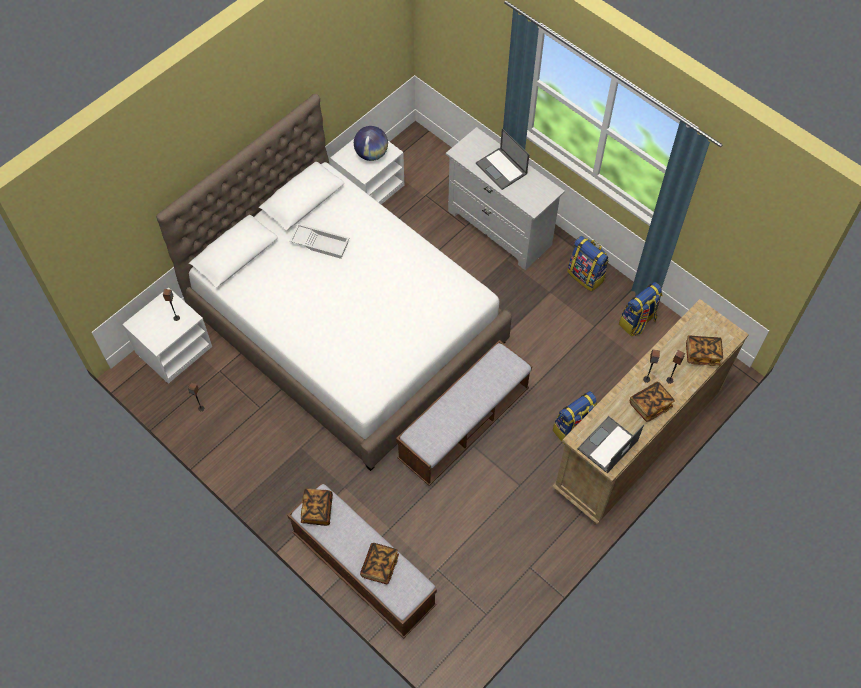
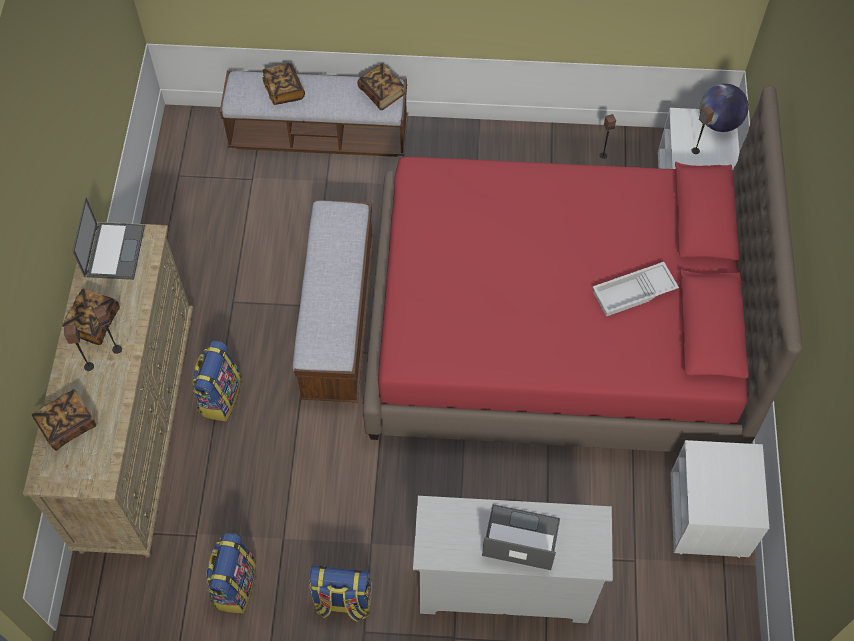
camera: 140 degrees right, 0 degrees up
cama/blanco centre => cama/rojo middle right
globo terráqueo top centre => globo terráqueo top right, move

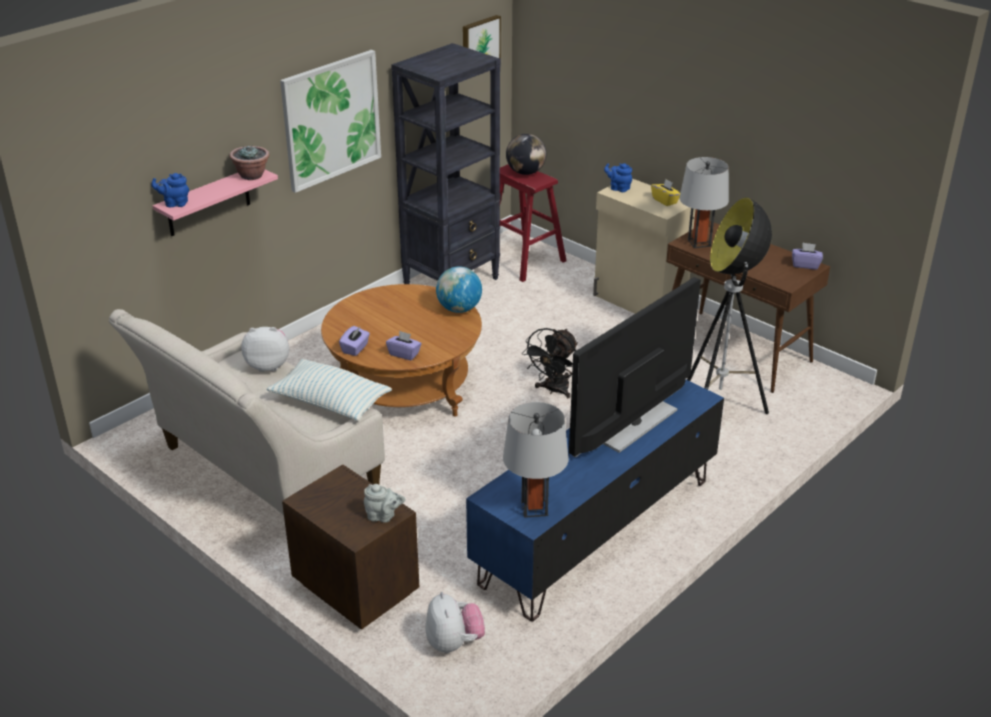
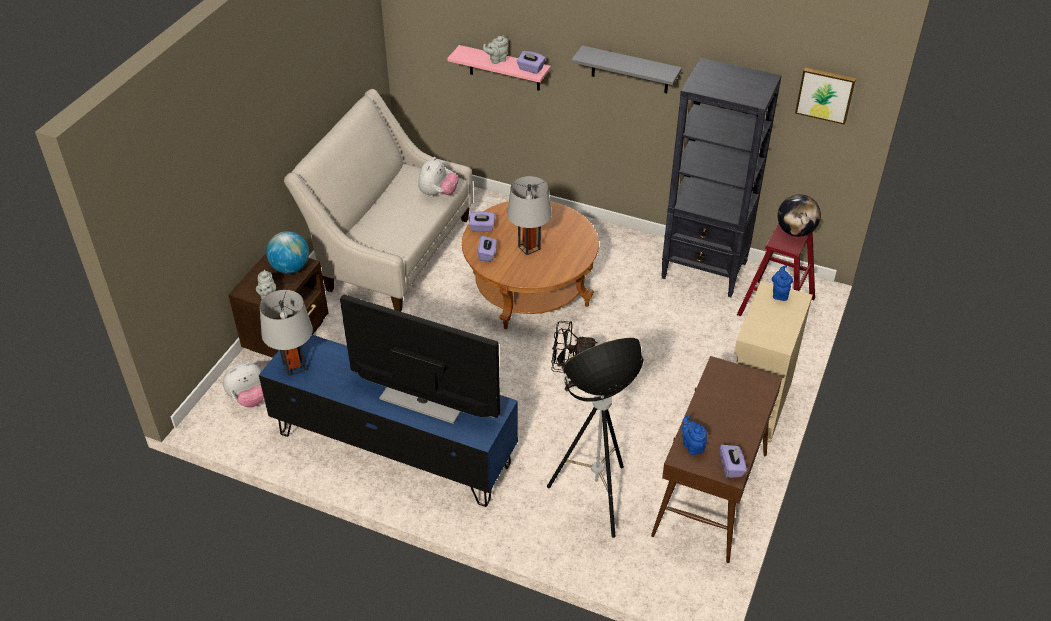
camera: 70 degrees right, 10 degrees up
globo terráqueo (1st from left) centre => globo terráqueo (1st from left) middle left, move
peluche (1st from left in the first image) middle left => peluche (2nd from left) top centre, 45 degrees clockwise
nothing => tetera/gris (2nd from left) top centre
lámpara de mesa/gris (2nd from left) top right => lámpara de mesa/gris (2nd from left) centre, move
planta en maceta top left => caja de pañuelos/morado (3rd from left) top centre
cuadro (1st from left) top left => estante/gris top centre
tetera/azul (1st from left) top left => tetera/azul (1st from left) bottom centre, move
cojín middle left => nothing
caja de pañuelos/amarillo top right => nothing

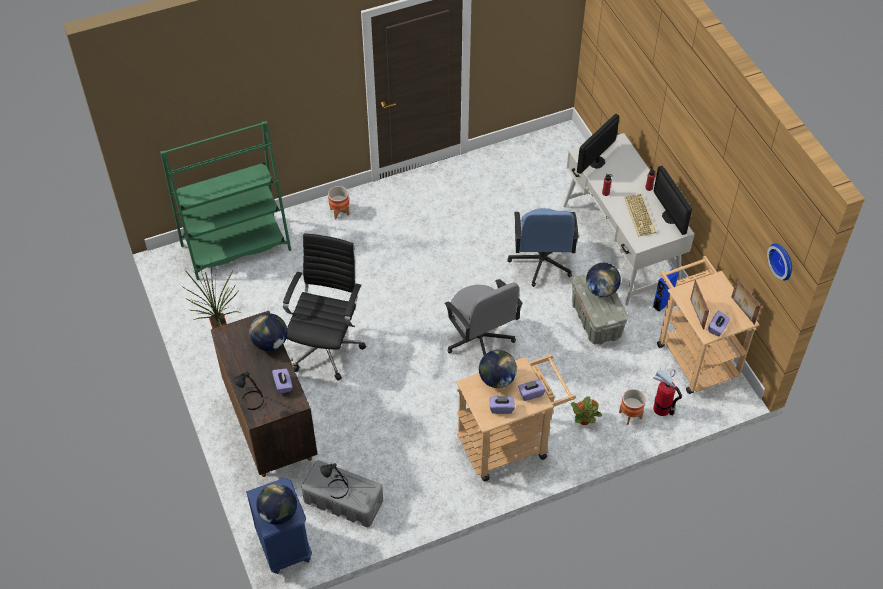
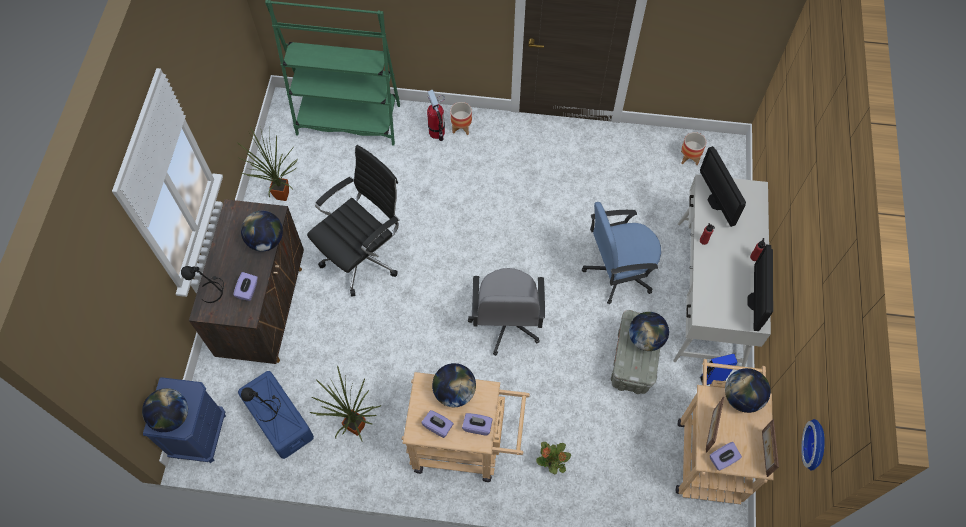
camera: 30 degrees right, 10 degrees up
caja de almacenaje/gris (1st from left) bottom centre => caja de almacenaje/azul bottom left
nothing => planta en maceta (2nd from left) bottom centre
extintor middle right => extintor top centre, move
silla de oficina/azul centre, 45 degrees clockwise
maceta (2nd from left) bottom right => maceta (2nd from left) top right, move
monitor (1st from left) top right => monitor (1st from left) middle right, 90 degrees counterclockwise
nothing => globo terráqueo (5th from left) bottom right
teclado middle right => nothing

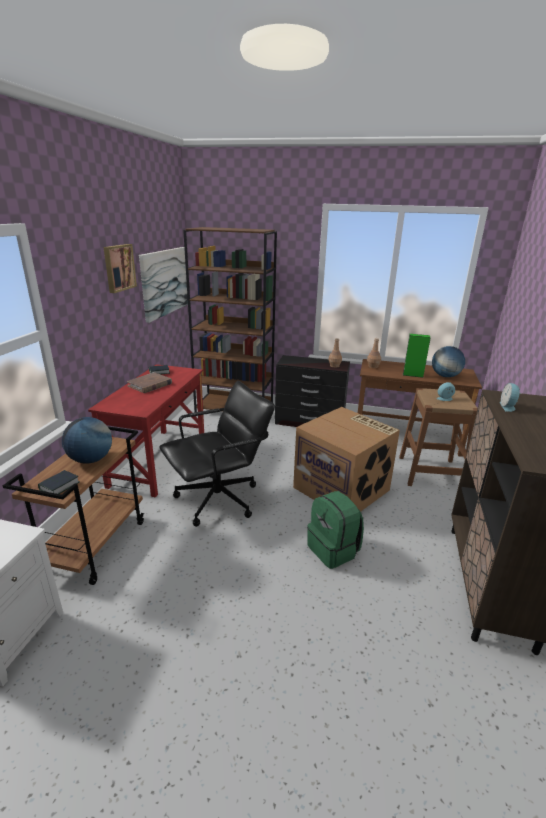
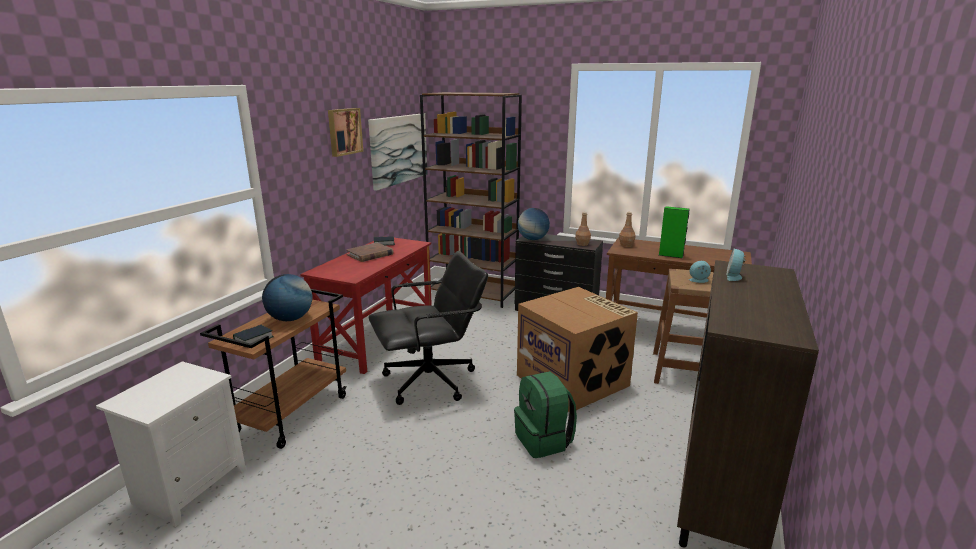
camera: 10 degrees right, 5 degrees down
globo terráqueo (2nd from left) middle right => globo terráqueo (2nd from left) centre, move

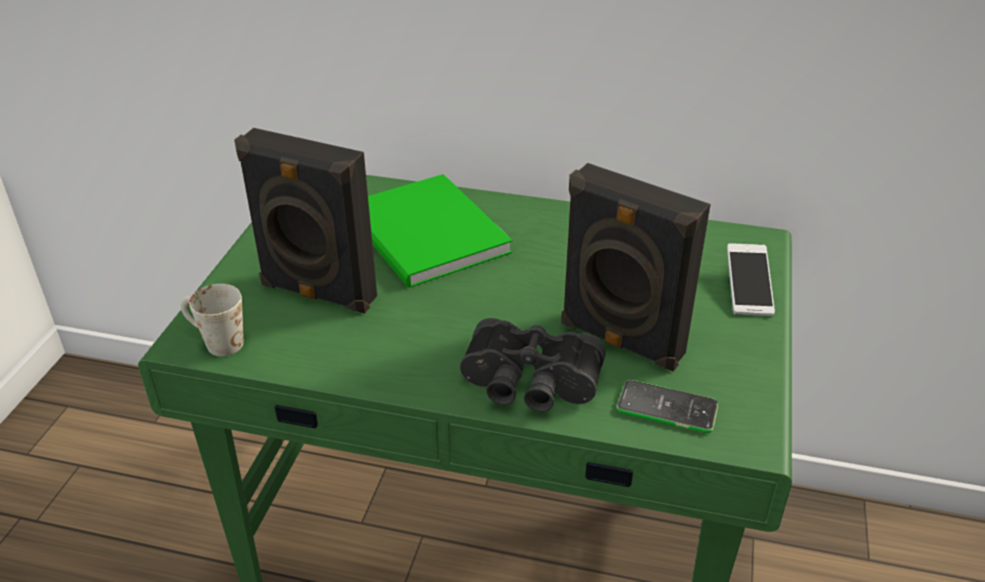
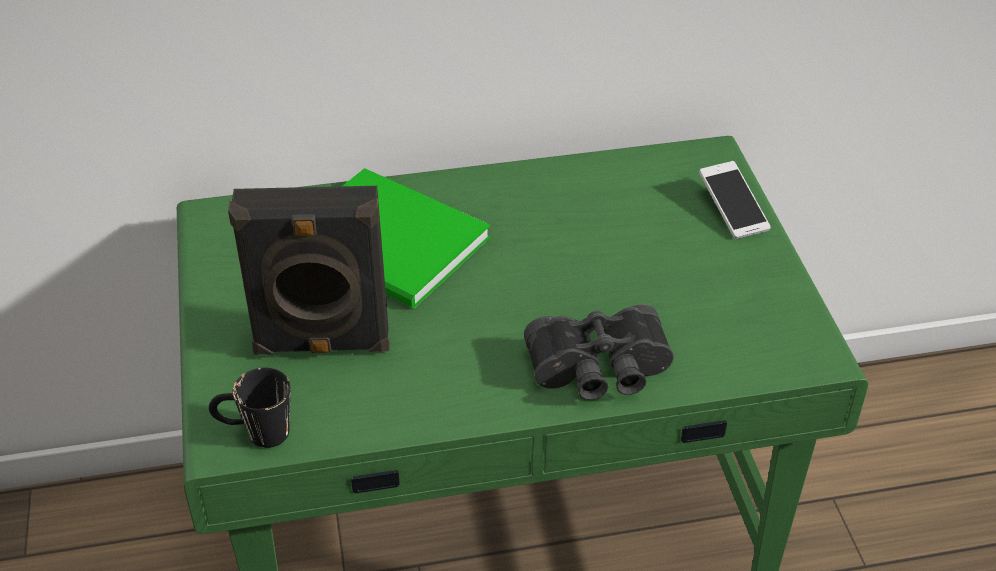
camera: 25 degrees left, 5 degrees up
taza grande/blanco middle left => taza grande/negro bottom left
altavoz/negro (2nd from left) centre => nothing
móvil (1st from left) bottom right => nothing

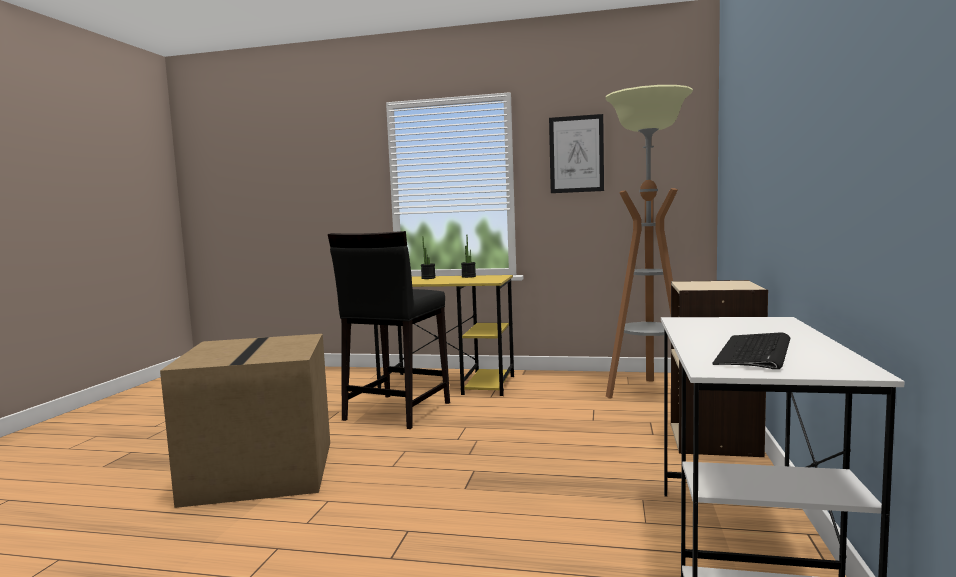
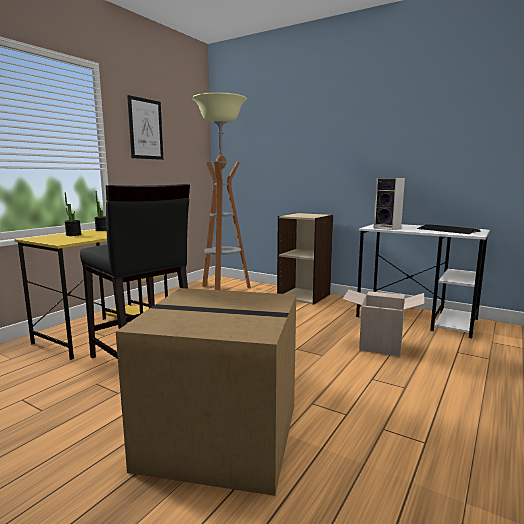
camera: 70 degrees left, 5 degrees up
nothing => caja de cartón (2nd from left) middle right
nothing => altavoz middle right

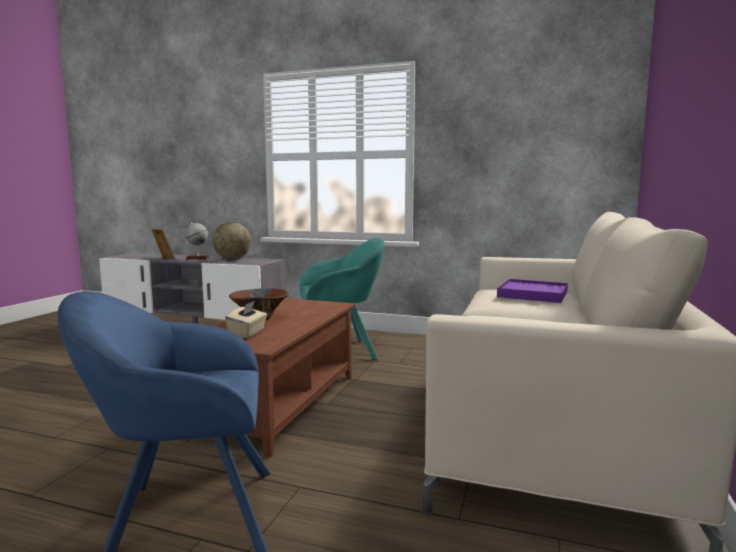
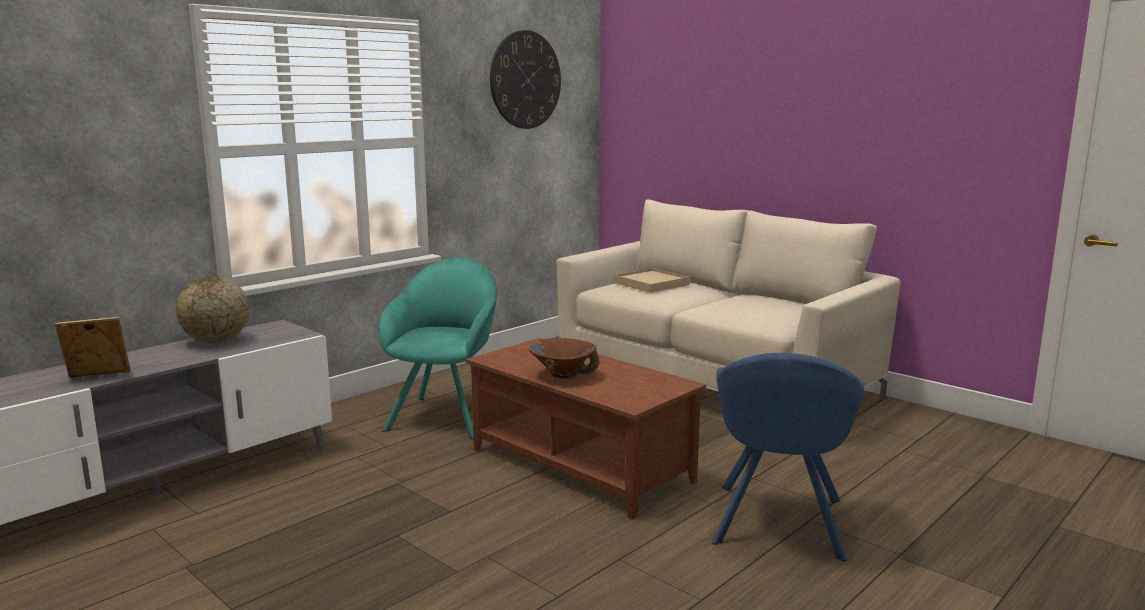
camera: 65 degrees left, 5 degrees up
nothing => reloj de pared top centre
bandeja/morado middle right => bandeja/beis centre
globo terráqueo (1st from left) middle left => nothing
caja de pañuelos/beis centre => nothing

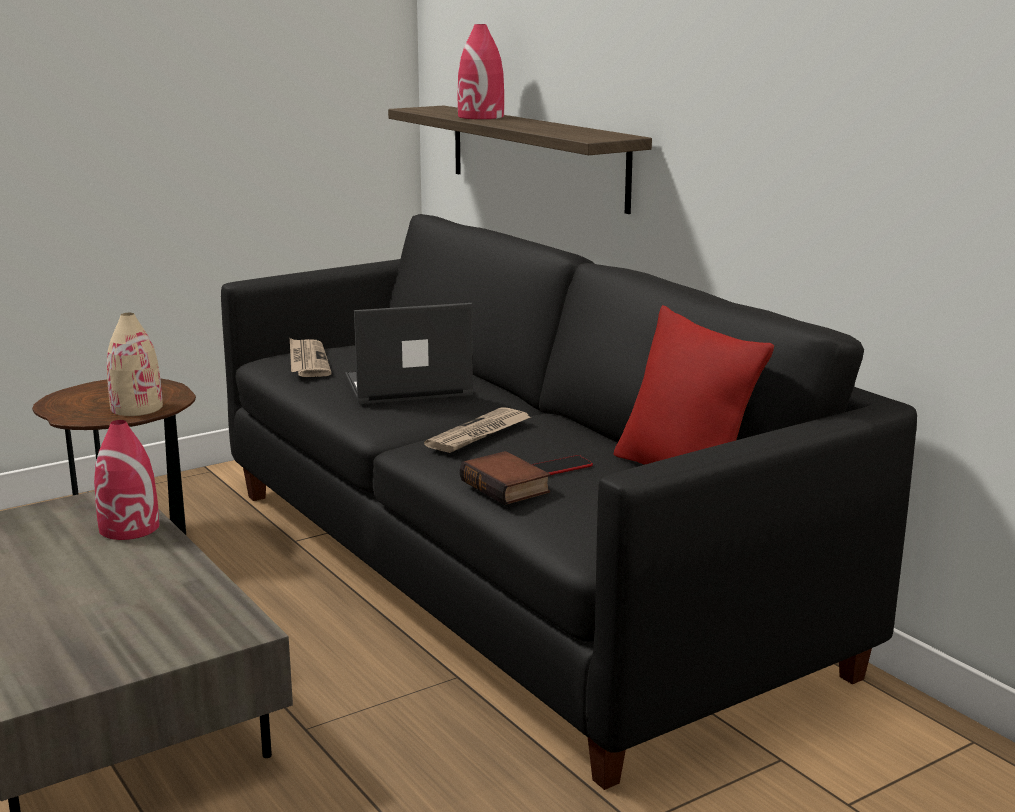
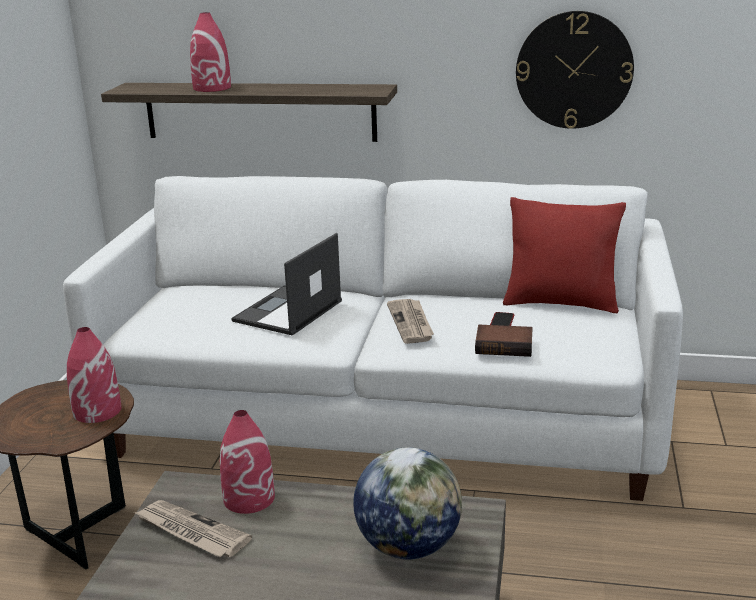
camera: 45 degrees left, 5 degrees up
sofá/negro centre => sofá/blanco centre
florero/beis middle left => florero/rojo (1st from left) middle left
periódico (1st from left) middle left => periódico (1st from left) bottom left, move
nothing => globo terráqueo bottom centre
nothing => reloj de pared top right

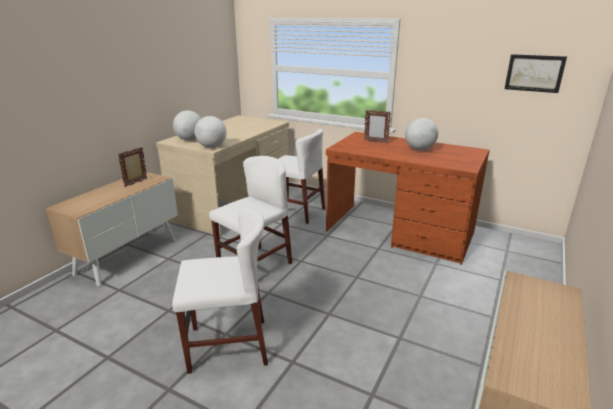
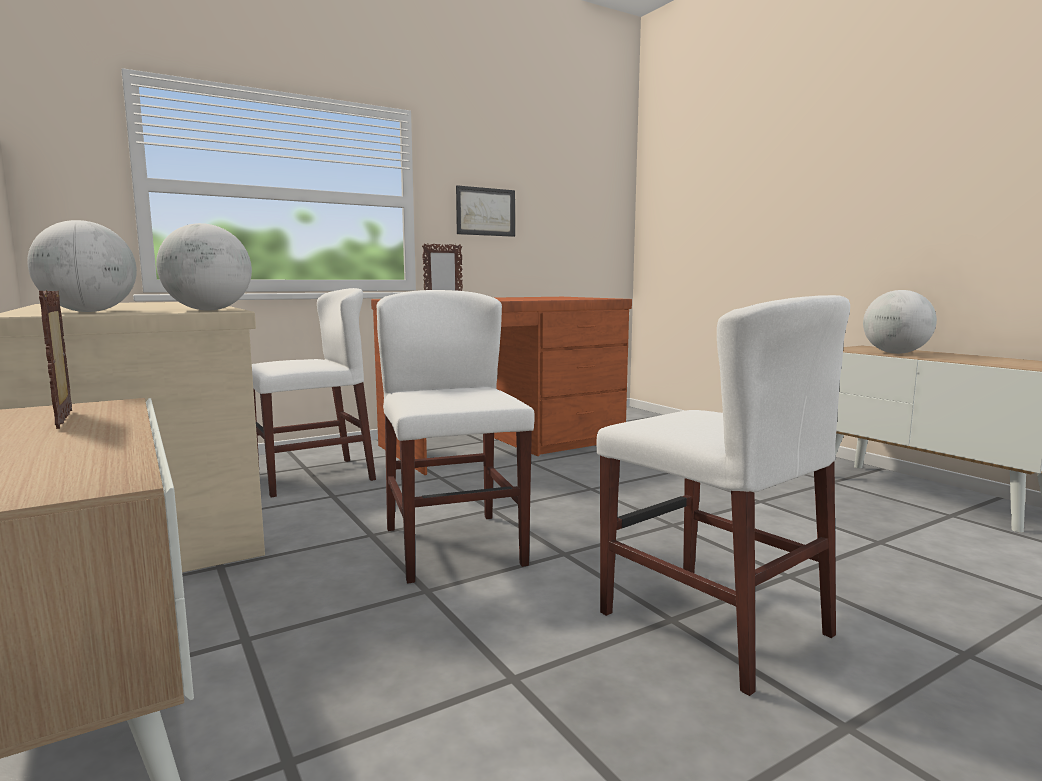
camera: 60 degrees left, 15 degrees down
cuadro top right => cuadro top centre, move
silla/blanco (1st from left in the first image) bottom centre => silla/blanco (3rd from left) middle right, 120 degrees clockwise
globo terráqueo (3rd from left) top right => globo terráqueo (3rd from left) middle right, move

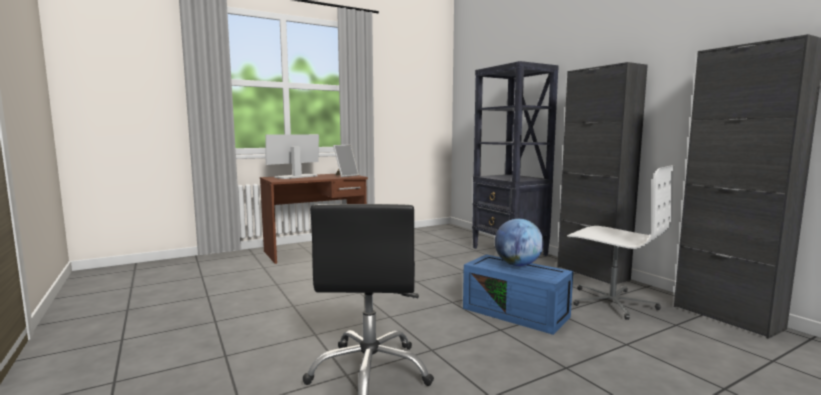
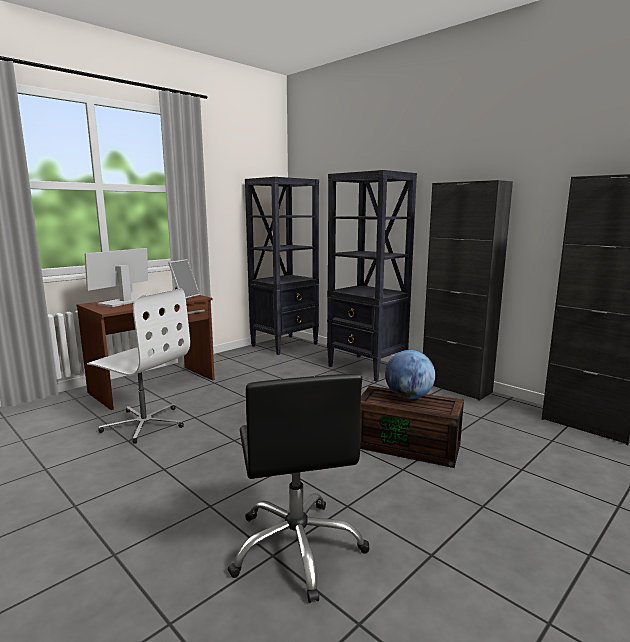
camera: 15 degrees left, 5 degrees up
silla de oficina/blanco middle right => silla de oficina/blanco middle left, move
nothing => estantería/negro (1st from left) centre
caja de almacenaje/azul bottom centre => caja de almacenaje/marrón centre

